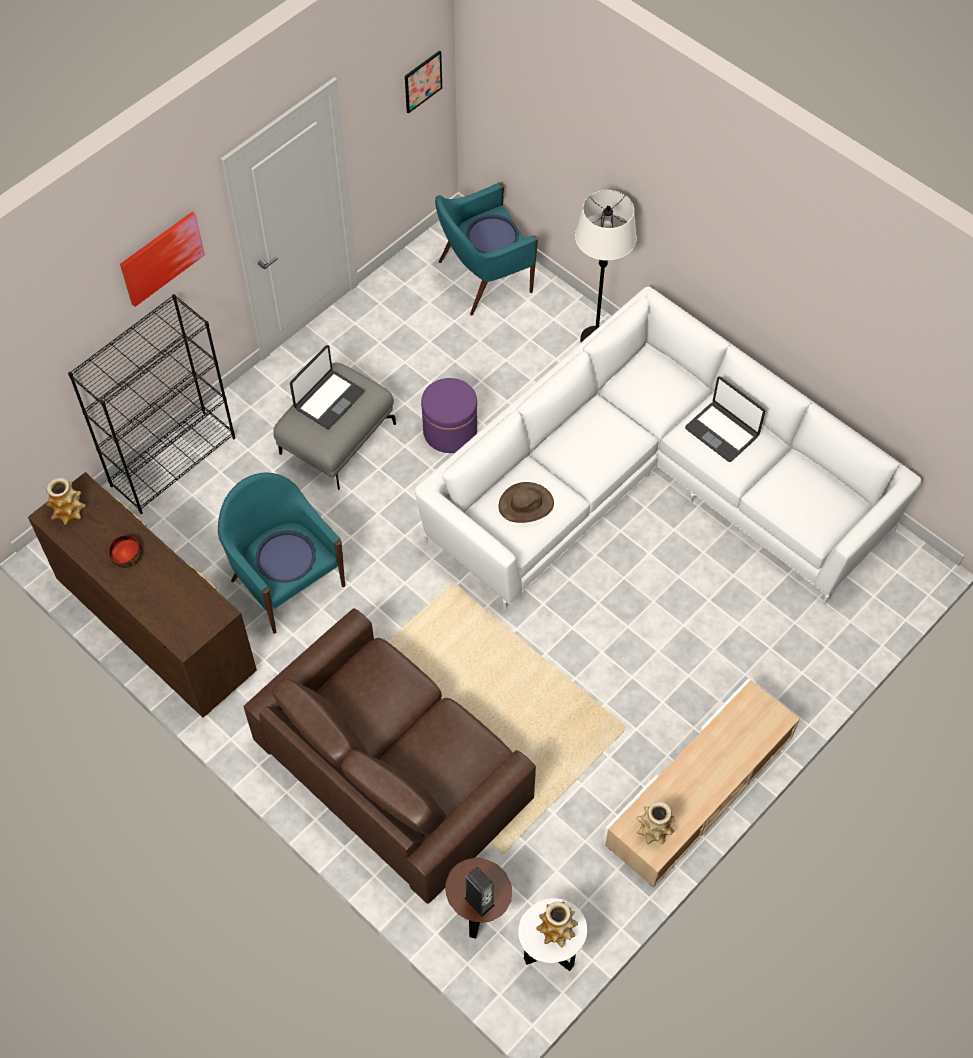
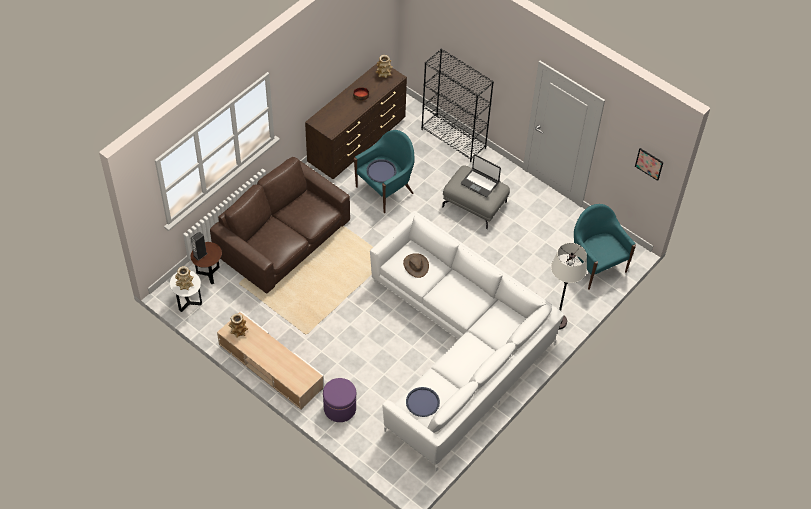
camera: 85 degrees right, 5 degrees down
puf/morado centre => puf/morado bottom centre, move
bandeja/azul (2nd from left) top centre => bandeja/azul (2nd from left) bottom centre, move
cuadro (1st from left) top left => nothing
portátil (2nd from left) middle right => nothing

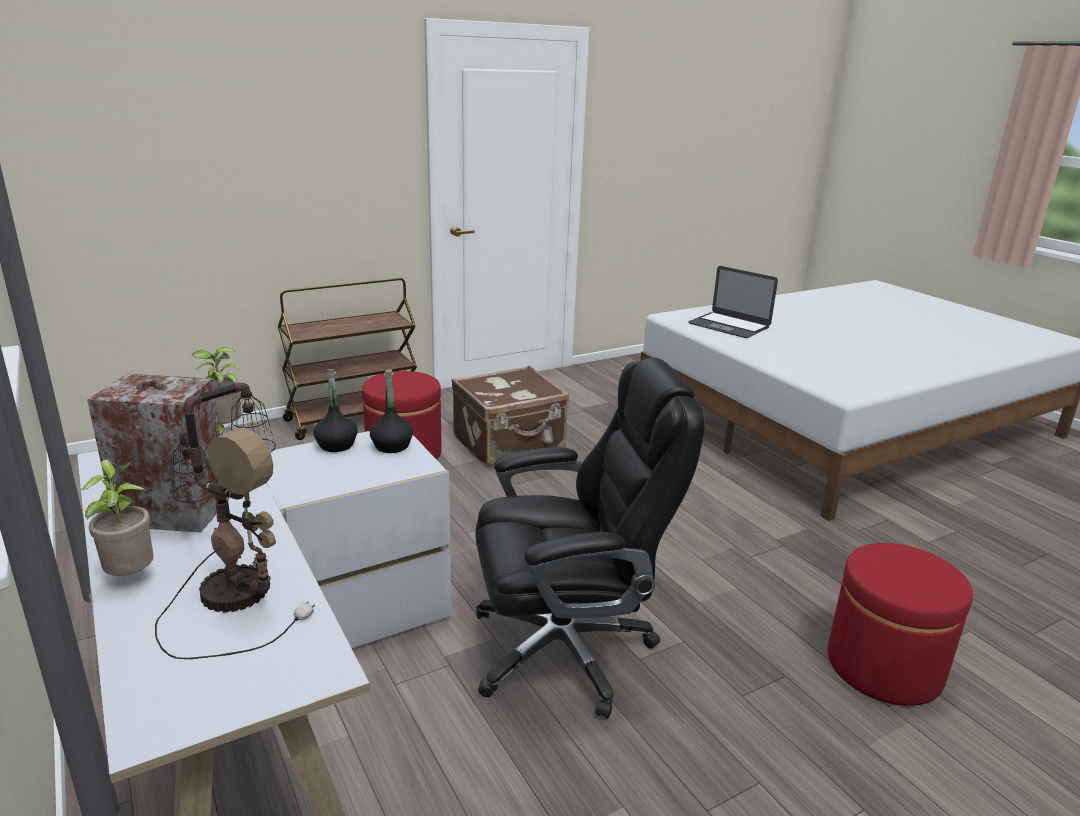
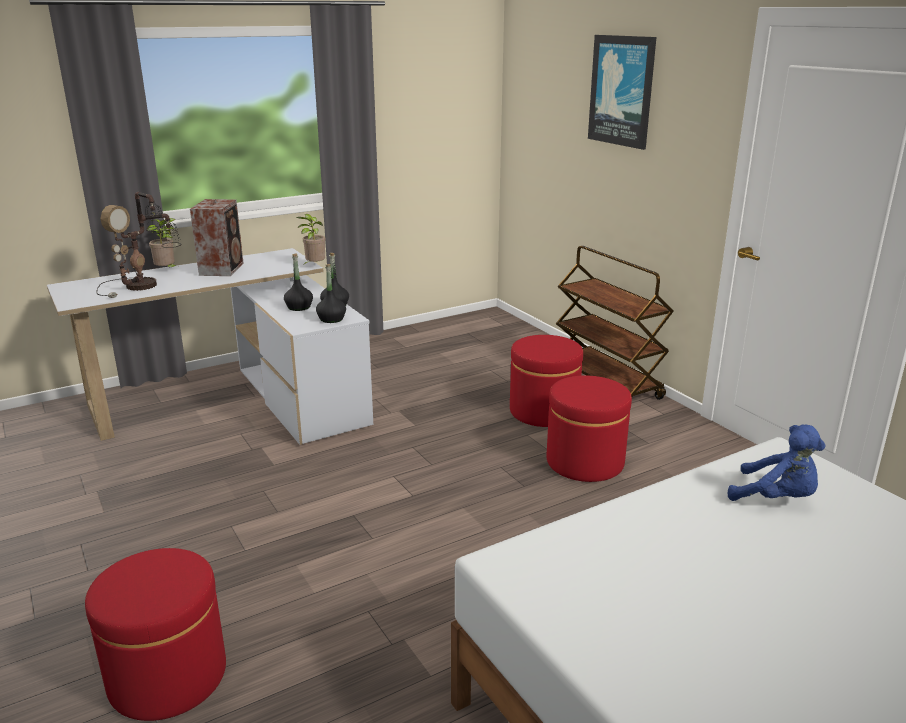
camera: 90 degrees right, 0 degrees up
nothing => botella/negro (1st from left) middle left
maleta/marrón centre => puf/rojo (3rd from left) centre
nothing => cuadro top right
portátil middle right => peluche/azul middle right
silla de oficina/negro centre => nothing

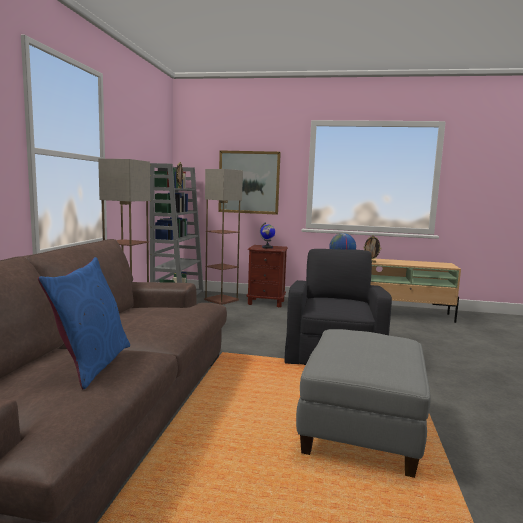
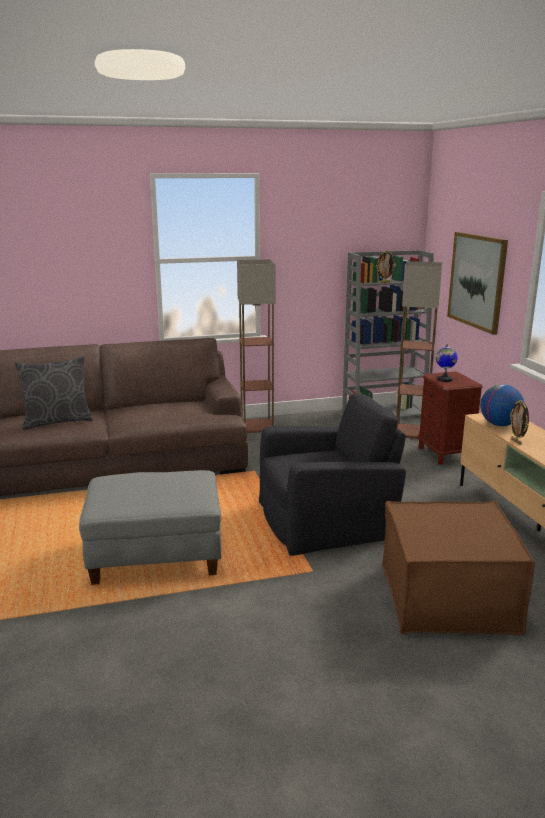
camera: 65 degrees right, 10 degrees up
cojín/azul middle left => cojín/gris middle left
nothing => puf/marrón bottom right

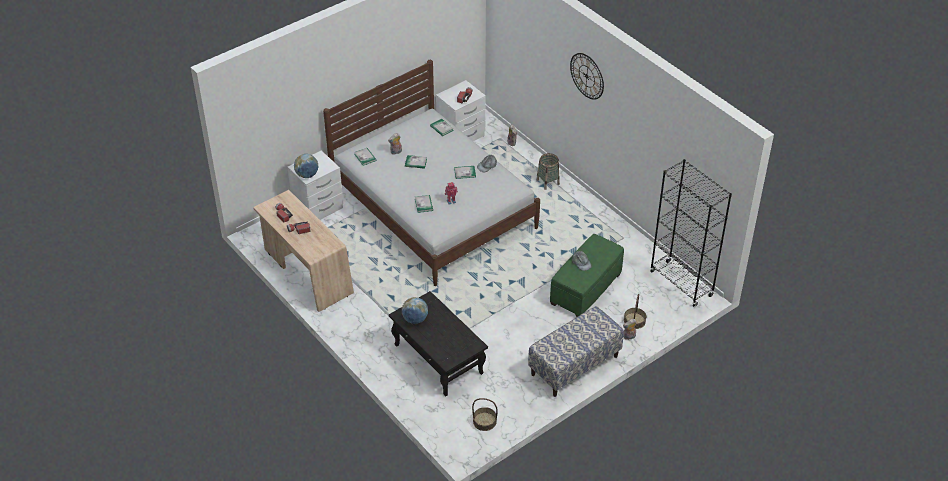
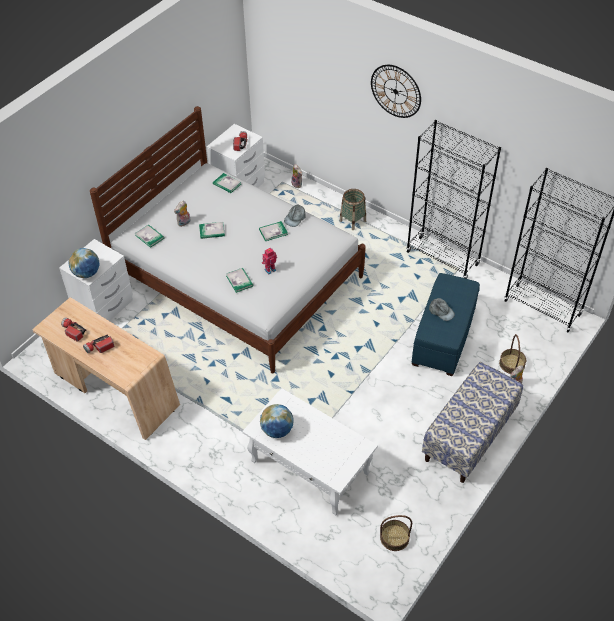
camera: 15 degrees left, 5 degrees up
mesa de centro/negro bottom centre => mesa de centro/blanco bottom centre
nothing => estantería/negro (1st from left) top right
puf/verde centre => puf/azul middle right

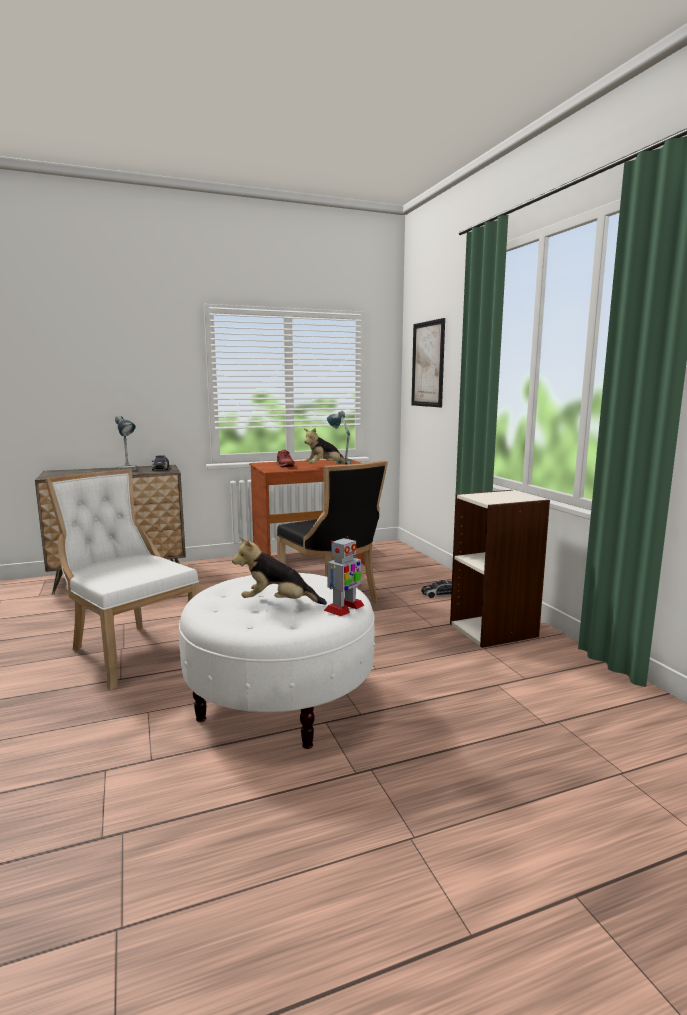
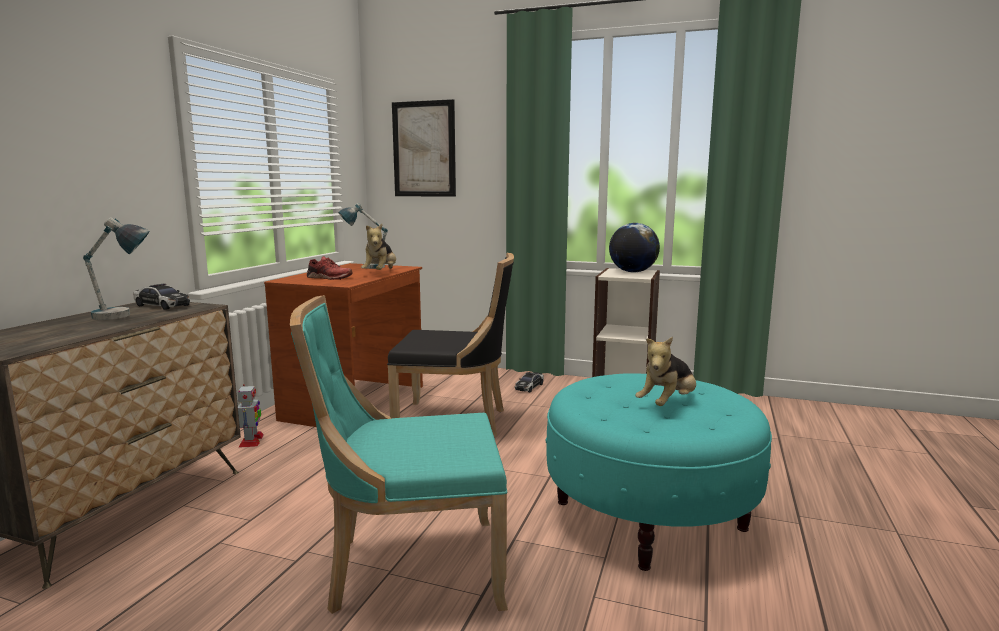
camera: 50 degrees left, 0 degrees up
robot de juguete centre => robot de juguete middle left, move
silla/blanco middle left => silla/turquesa bottom centre
puf/blanco centre => puf/turquesa bottom centre
nothing => globo terráqueo centre

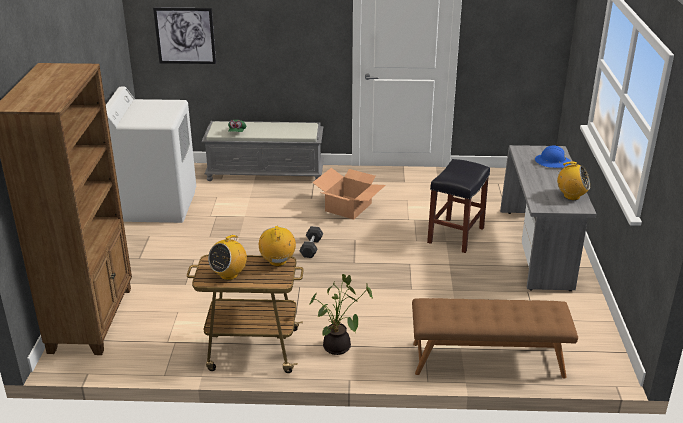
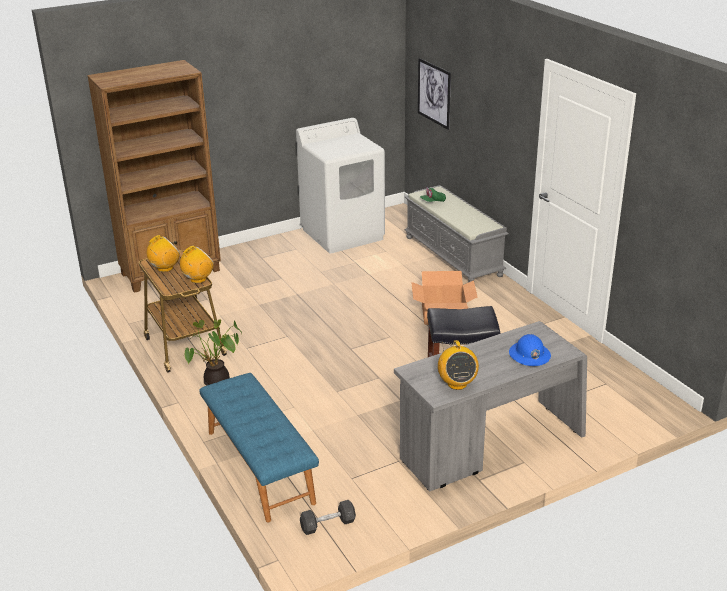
camera: 60 degrees right, 0 degrees up
radio (1st from left) middle left, 135 degrees clockwise
banco/marrón bottom right => banco/azul bottom centre
mancuerna/gris centre => mancuerna/gris bottom centre, move

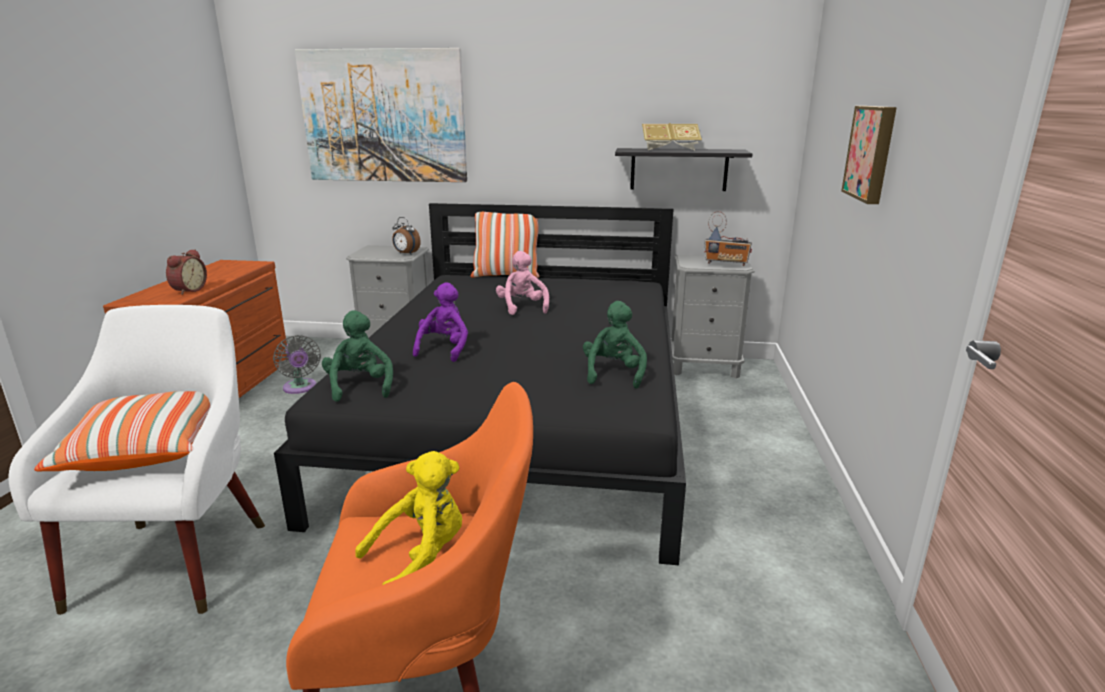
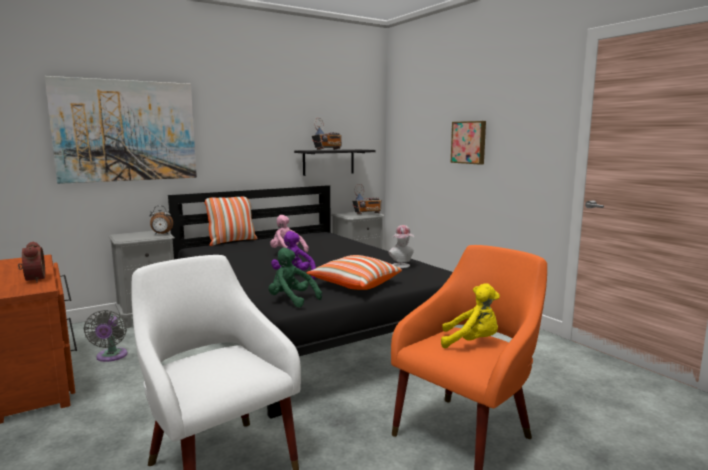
camera: 40 degrees left, 10 degrees down
ventilador/gris middle left => ventilador/gris bottom left, 60 degrees clockwise
cojín (1st from left in the first image) middle left => cojín (2nd from left) centre, move
libro top centre => radio (1st from left) top centre
peluche/verde (2nd from left) centre => sombrero centre
peluche/amarillo bottom centre, 90 degrees clockwise

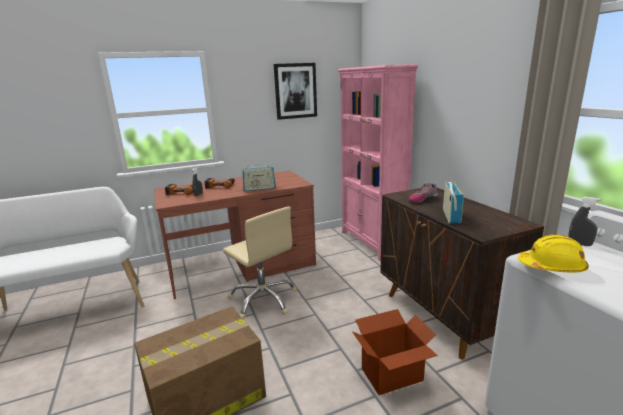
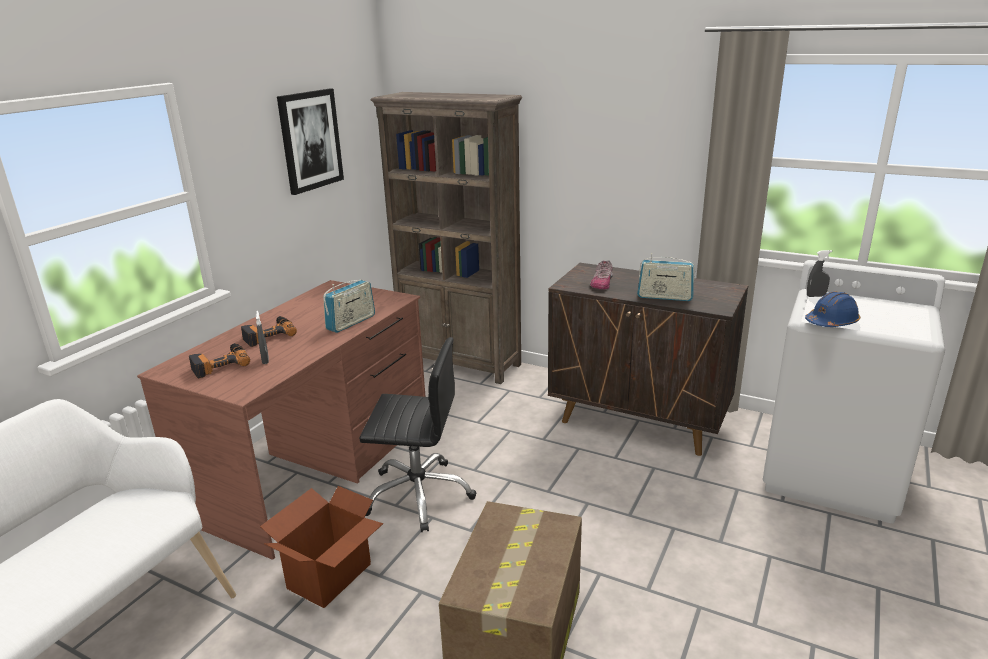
camera: 40 degrees left, 5 degrees up
caja de cartón (2nd from left in the first image) bottom centre => caja de cartón (1st from left) bottom left, move
silla de oficina/beis centre => silla de oficina/negro centre
estantería/rosa centre => estantería/marrón centre
radio (2nd from left) middle right, 135 degrees clockwise
casco/amarillo middle right => casco/azul middle right

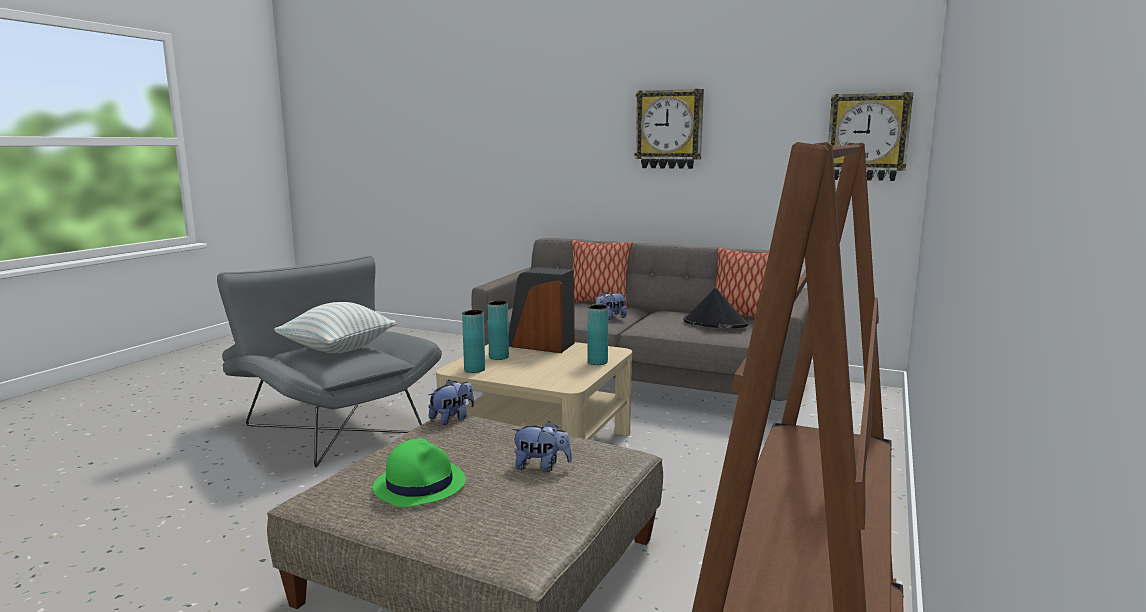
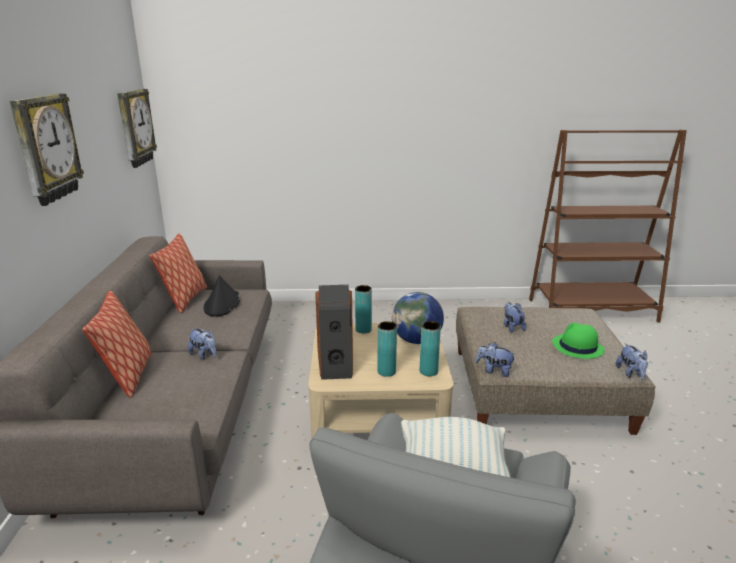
camera: 115 degrees left, 10 degrees up
nothing => globo terráqueo centre
nothing => peluche (4th from left) middle right

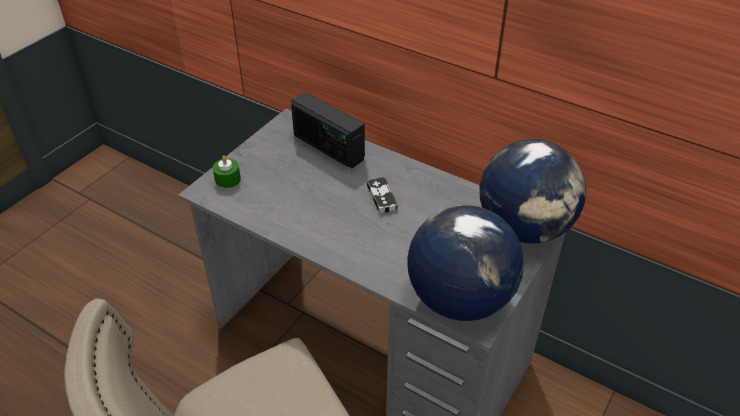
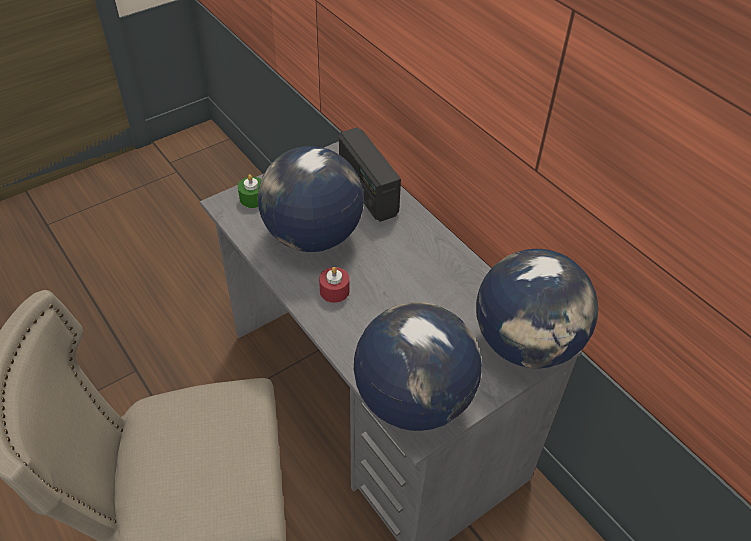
camera: 20 degrees right, 5 degrees up
nothing => globo terráqueo (1st from left) centre
nothing => vela/rojo centre
mando de consola centre => nothing

